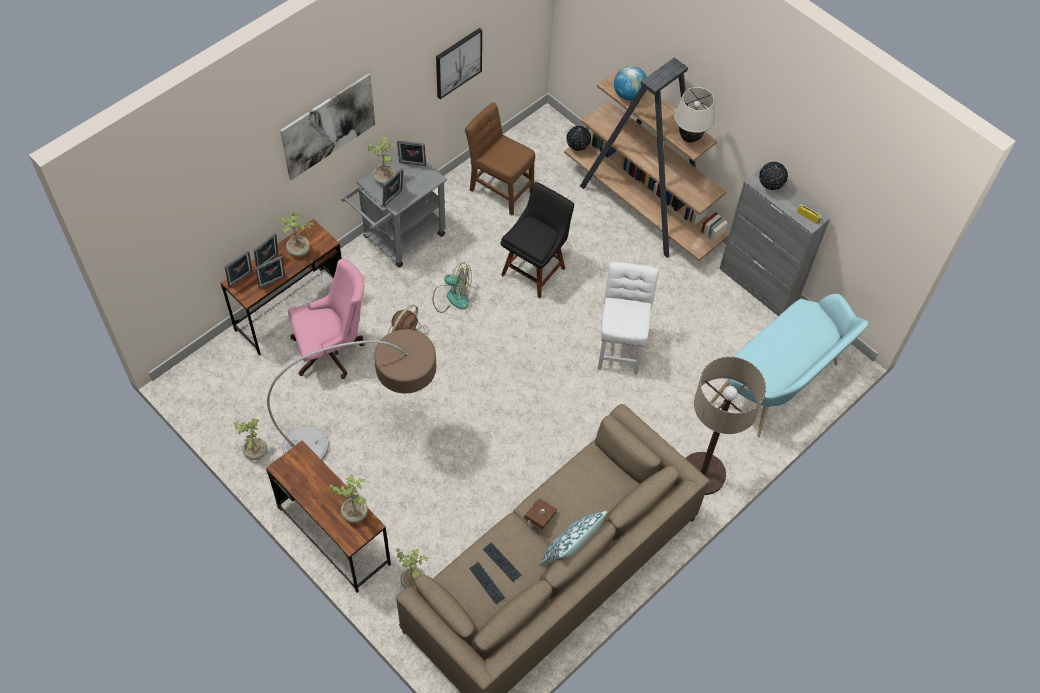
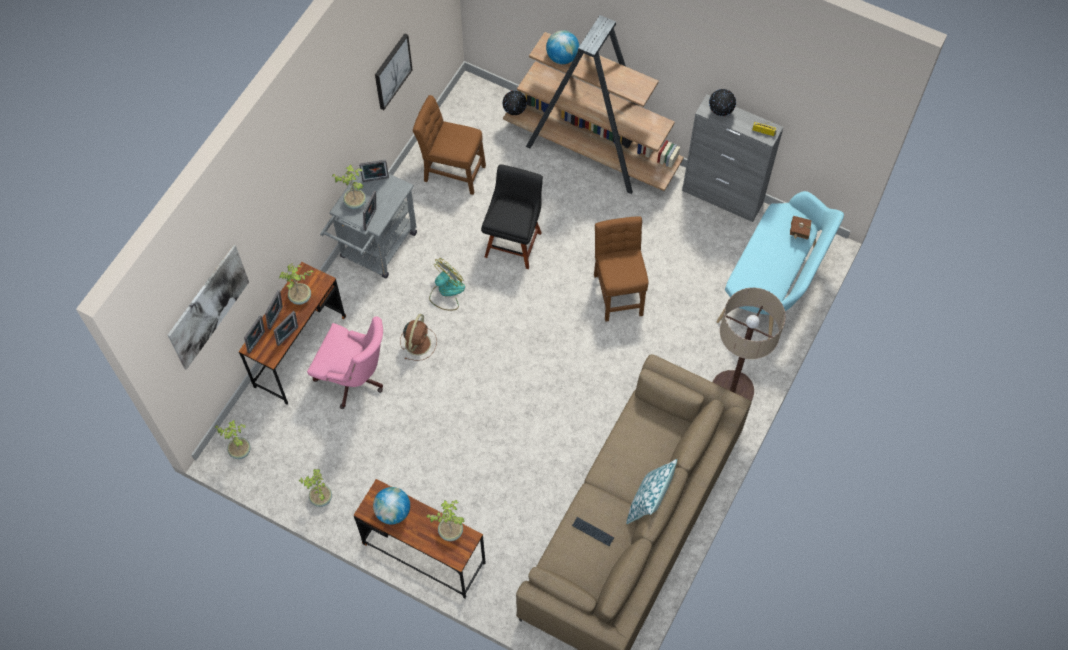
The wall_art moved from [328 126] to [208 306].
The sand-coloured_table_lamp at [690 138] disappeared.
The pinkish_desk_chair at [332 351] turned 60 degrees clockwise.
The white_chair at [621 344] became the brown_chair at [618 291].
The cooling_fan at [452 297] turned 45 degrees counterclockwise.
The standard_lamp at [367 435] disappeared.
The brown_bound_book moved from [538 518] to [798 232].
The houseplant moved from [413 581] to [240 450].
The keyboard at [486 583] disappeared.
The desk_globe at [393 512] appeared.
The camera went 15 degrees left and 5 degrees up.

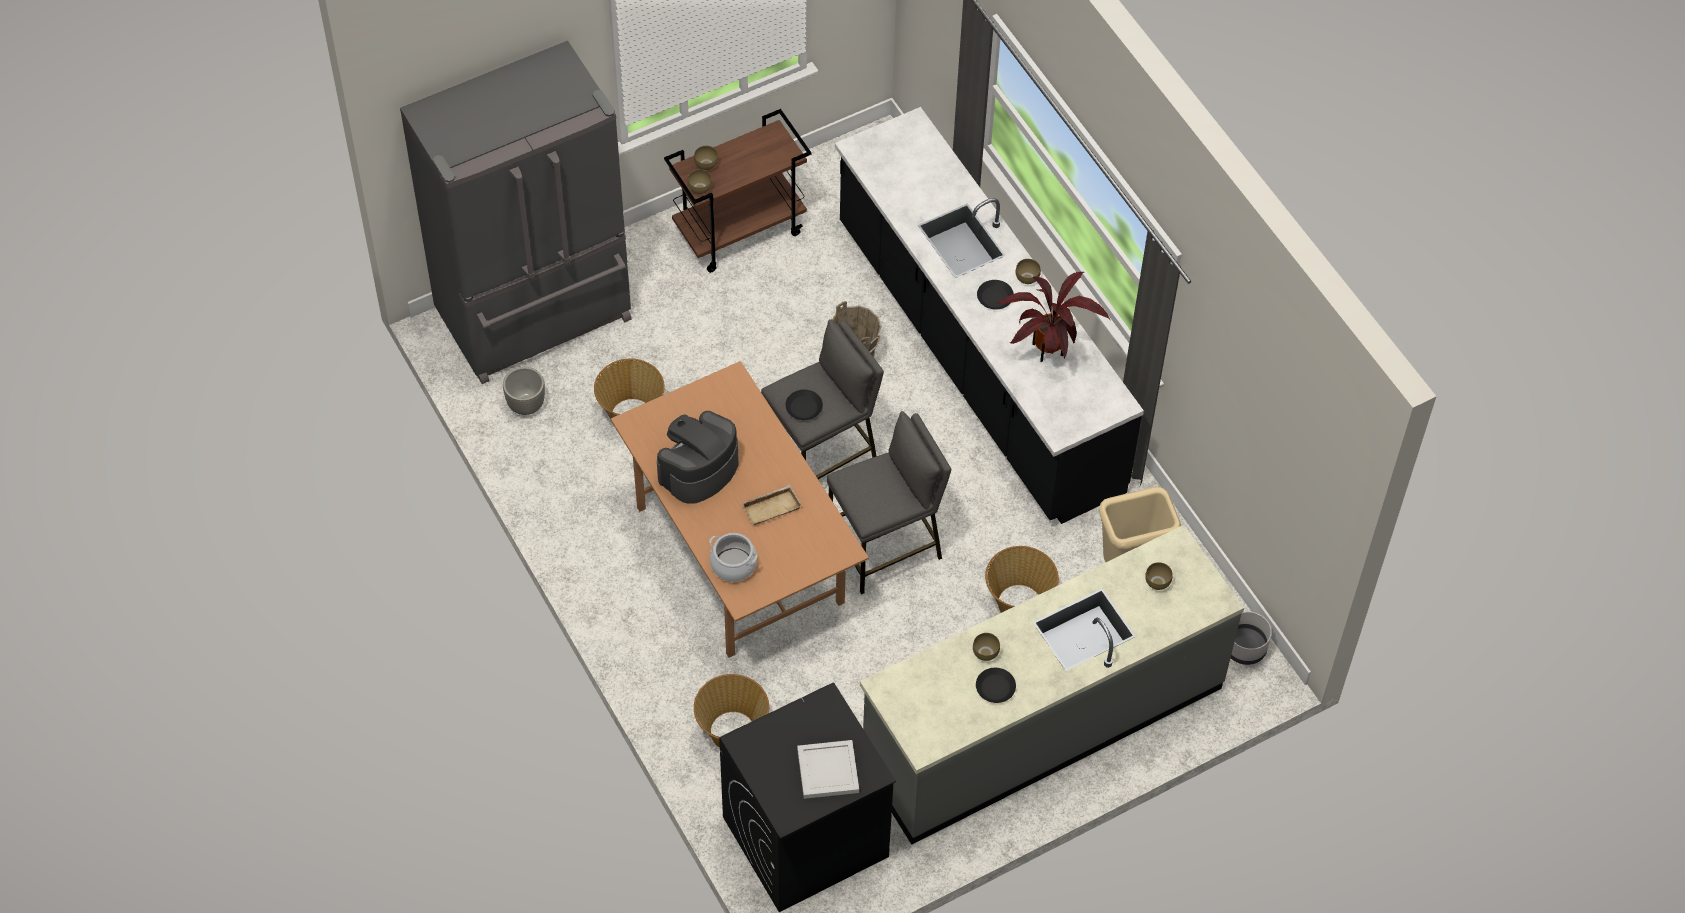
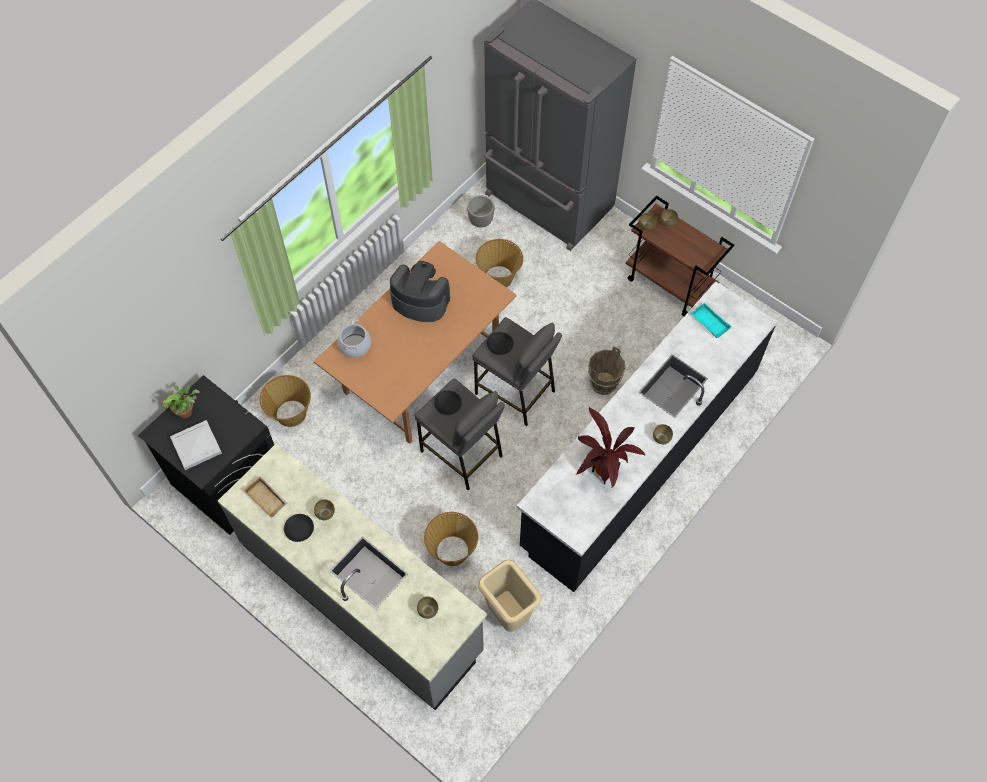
The black-coloured_dinner_plate moved from [995 297] to [448 404].
The sand-coloured_tray moved from [771 506] to [267 498].
The grey_planter at [1245 648] disappeared.
The turquoise_tray at [708 323] appeared.
The houseplant at [187 411] appeared.
The camera went 70 degrees right and 5 degrees up.

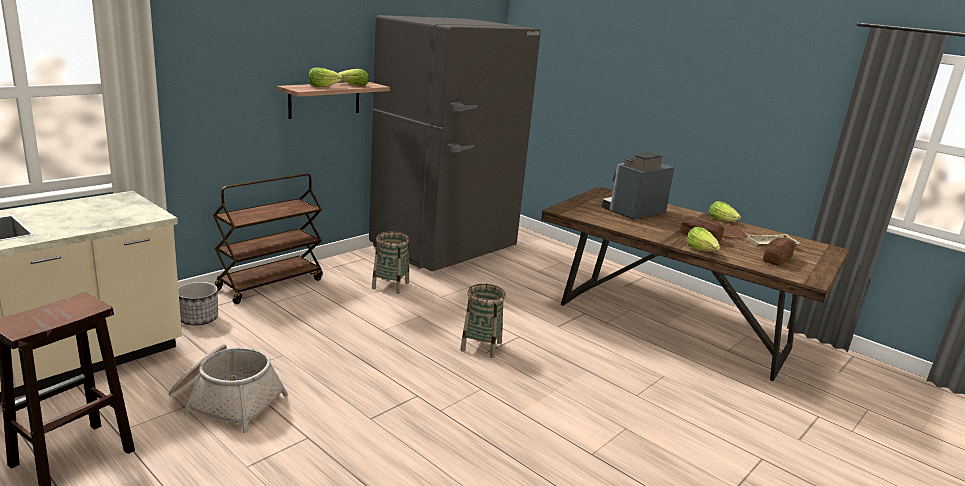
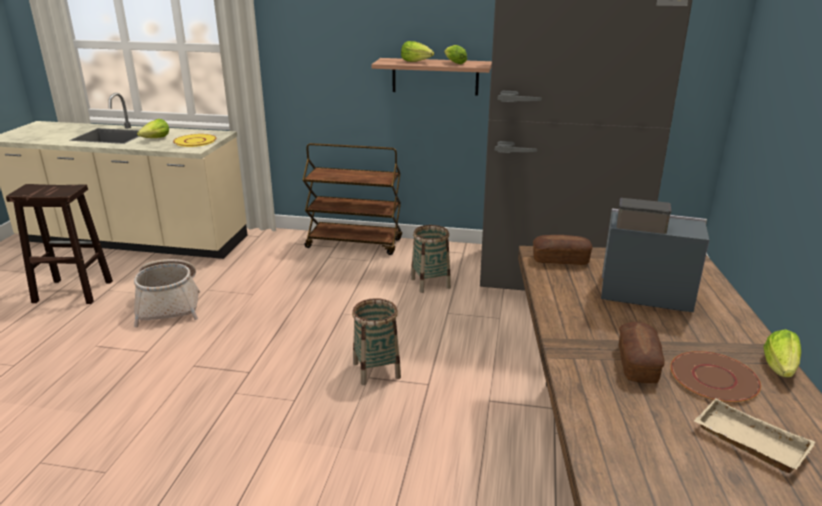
The lettuce moved from [701 250] to [156 139].
The bread moved from [777 259] to [560 260].
The planter at [198 319] disappeared.
The yellow_dinner_plate at [195 141] appeared.
The camera went 60 degrees right and 5 degrees up.

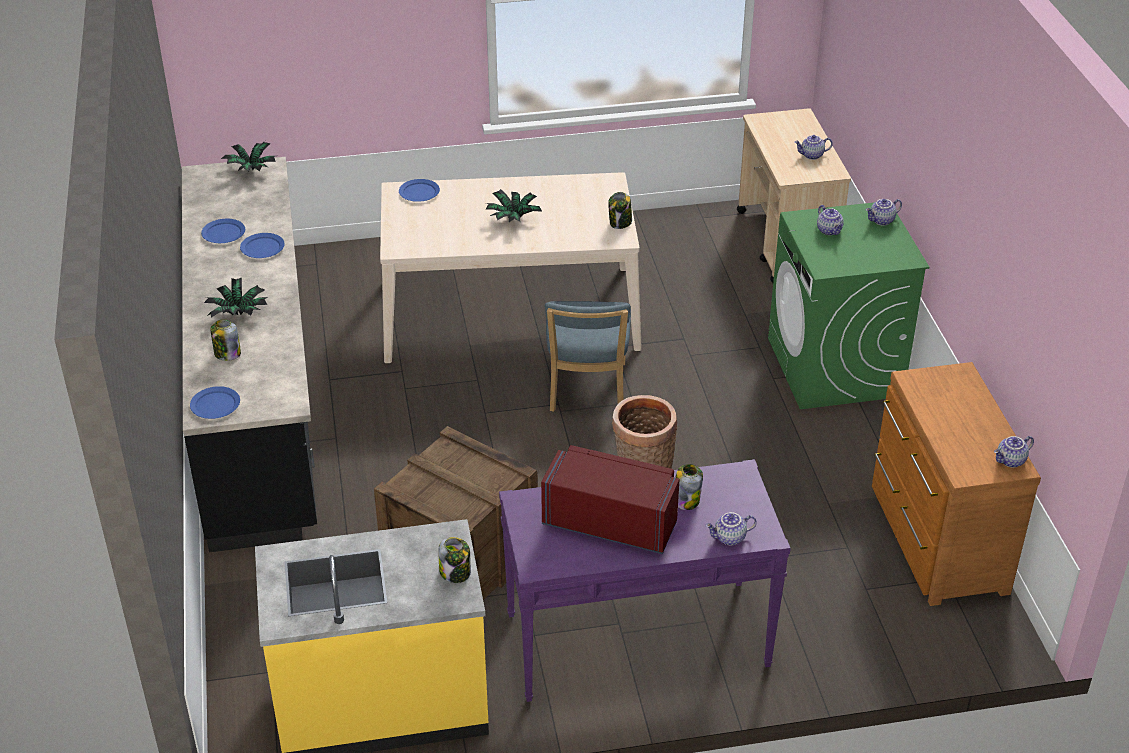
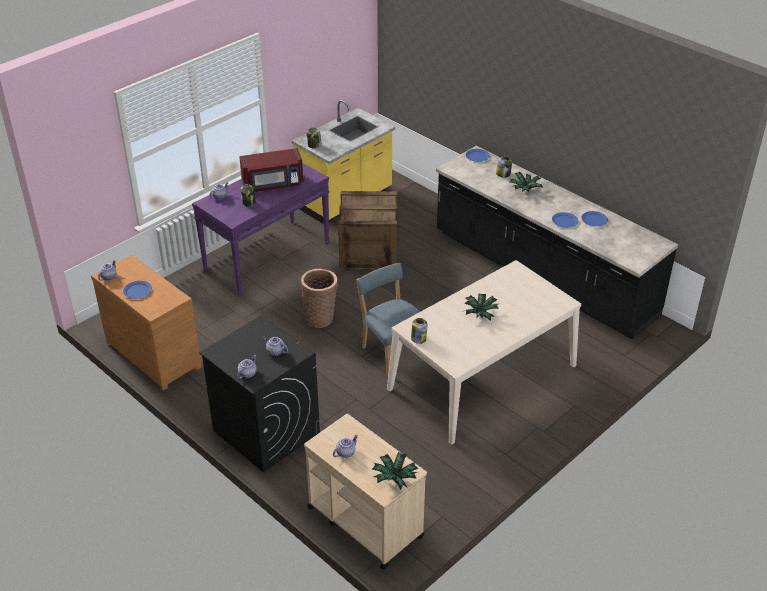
The houseplant moved from [251 170] to [394 478].
The bluish_dinner_plate moved from [419 192] to [137 291].
The greenish_washing_machine at [835 368] became the black-coloured_washing_machine at [265 431].
The camera went 145 degrees right and 0 degrees up.

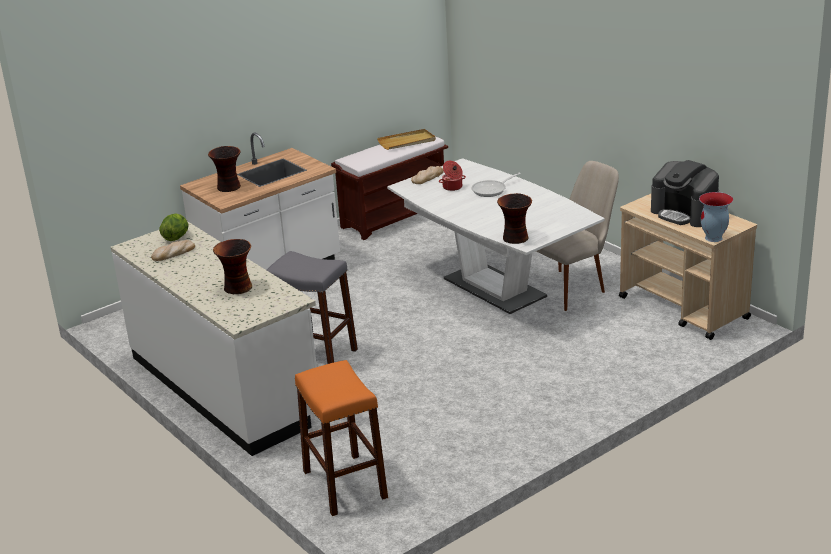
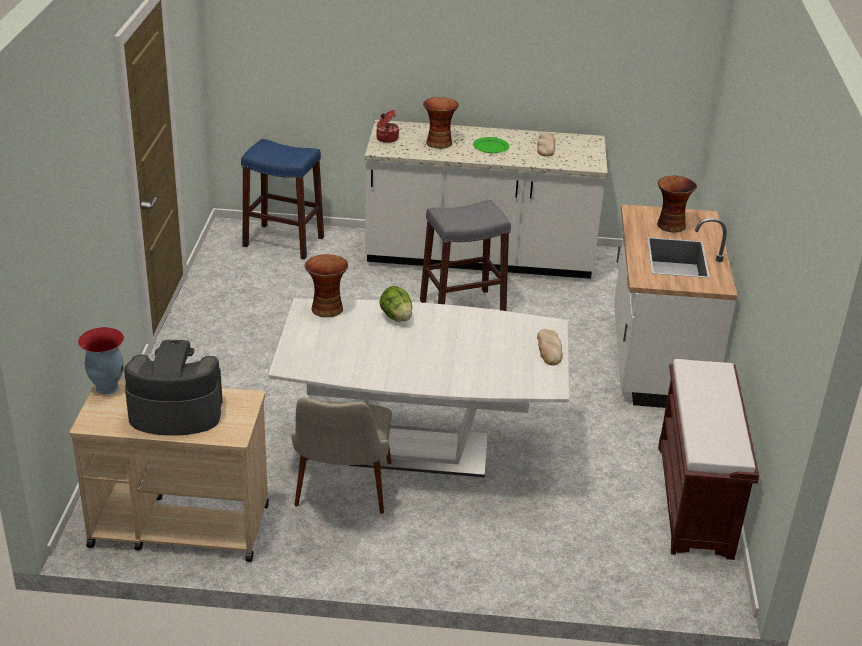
The sand-coloured_tray at [407 142] disappeared.
The cooking_pot moved from [452 187] to [386 138].
The pan at [491 190] disappeared.
The lettuce moved from [176 237] to [396 317].
The orange-coloured_stool at [345 484] became the bluish_stool at [283 242].
The greenish_dinner_plate at [490 147] appeared.
The camera went 130 degrees right and 5 degrees up.

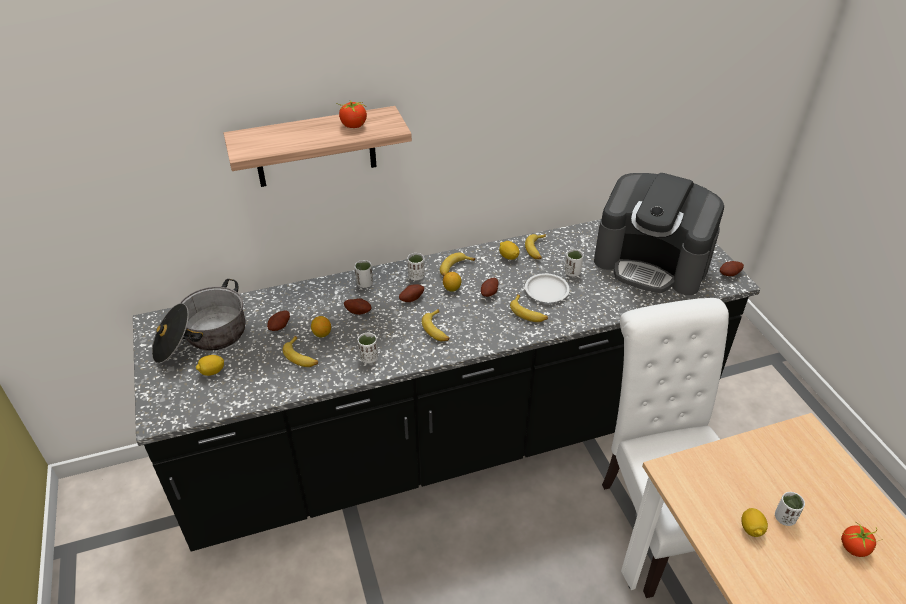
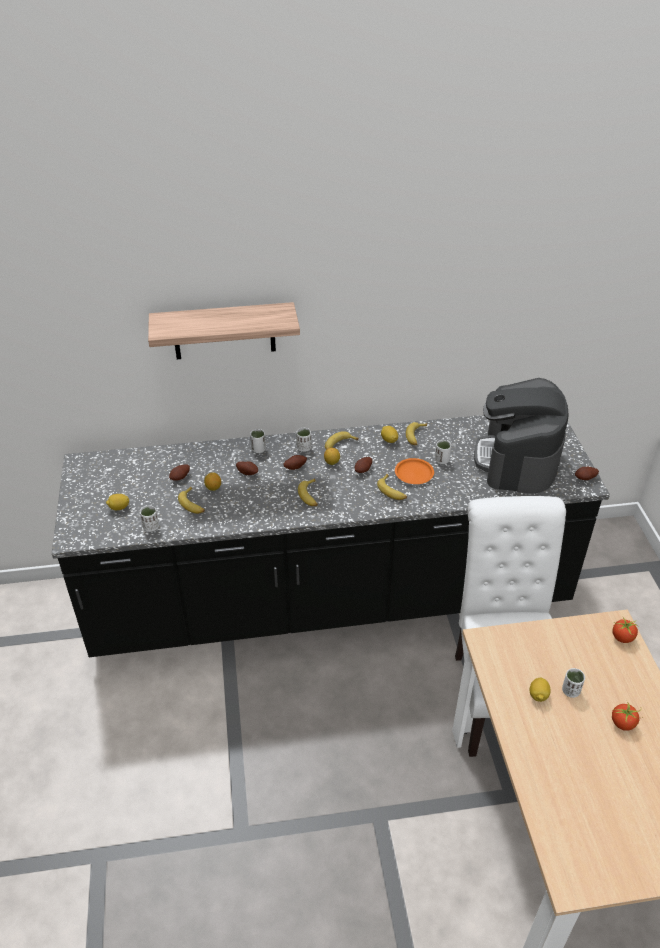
The tomato moved from [353 126] to [622 637].
The coffee_machine at [652 263] turned 60 degrees clockwise.
The white_dinner_plate at [547 291] became the orange-coloured_dinner_plate at [414 474].
The cooking_pot at [202 338] disappeared.
The white_small_cup moved from [369 358] to [151 527].
The camera went 10 degrees right and 0 degrees up.

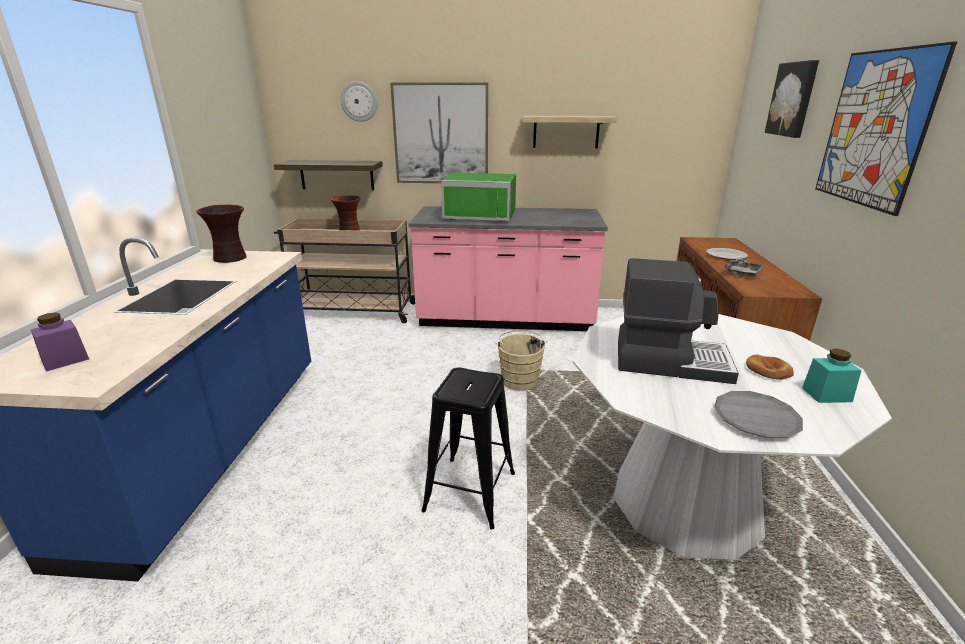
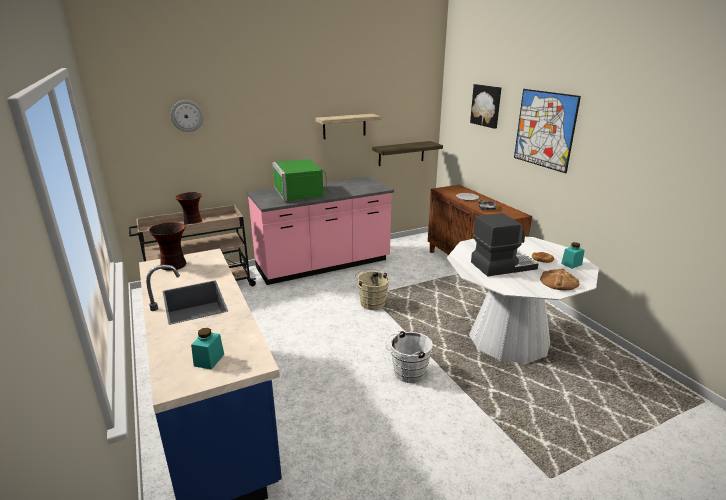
The wall_art at [441 134] disappeared.
The shelf moved from [336 175] to [401 153].
The greenish_kitchen_microwave at [481 215] turned 90 degrees clockwise.
The purple-coloured_jar at [65 360] became the turquoise_jar at [209 360].
The black-coloured_stool at [470 491] was replaced by the white_bucket at [407 373].
The grey_dinner_plate at [755 419] was replaced by the bread at [558 282].
The camera went 30 degrees left and 0 degrees up.

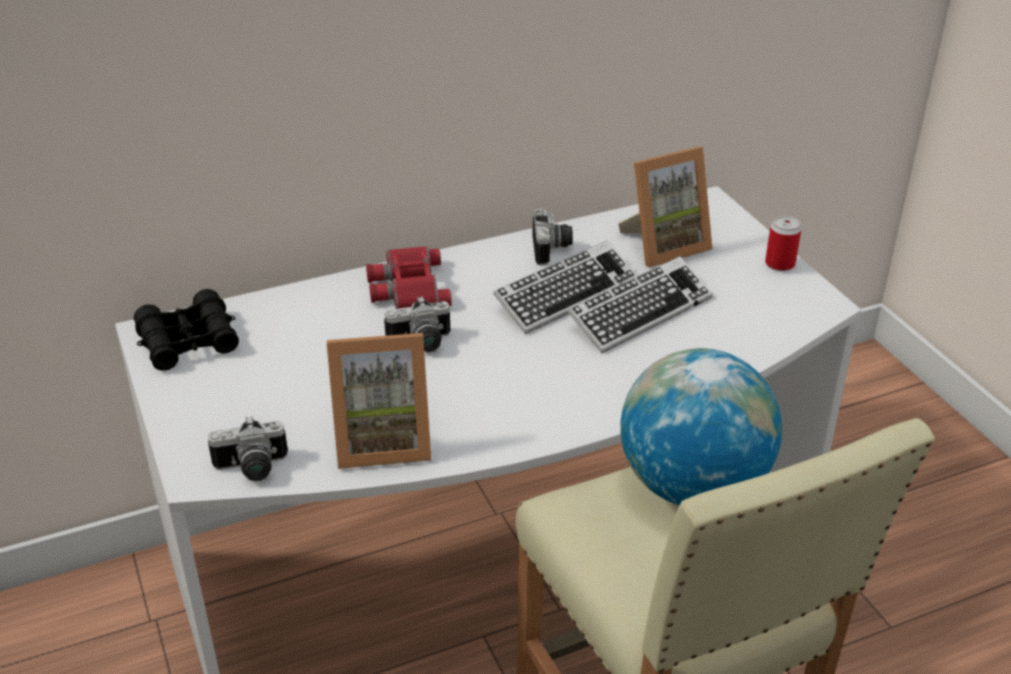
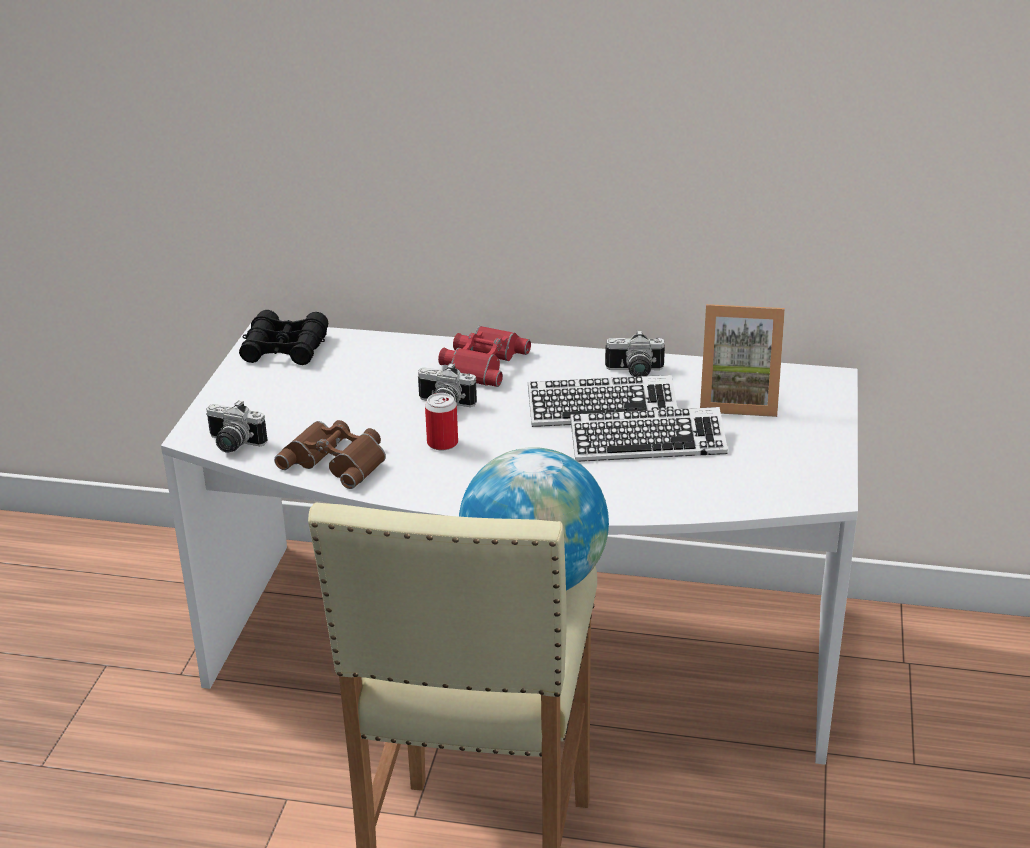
The photo_camera at [552 249] turned 60 degrees clockwise.
The can moved from [780 264] to [442 443].
The photo_frame at [382 441] was replaced by the brown_pair_of_binoculars at [337 460].
The camera went 35 degrees right and 5 degrees down.

